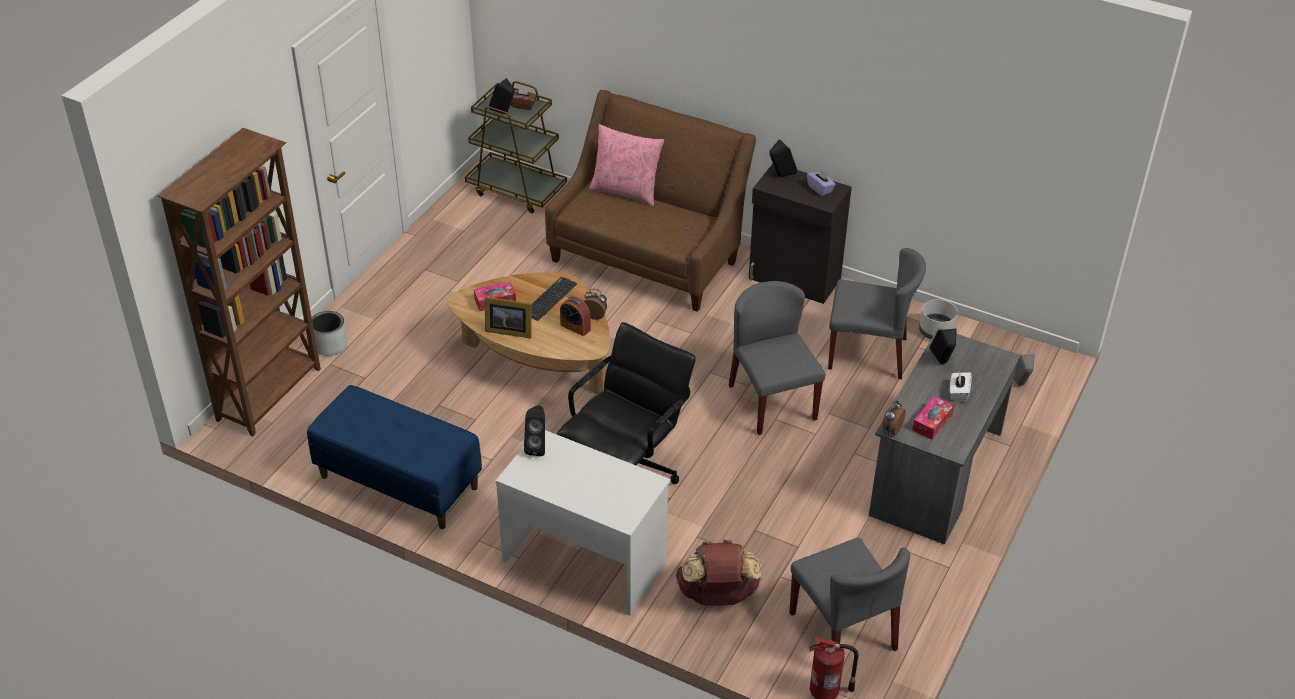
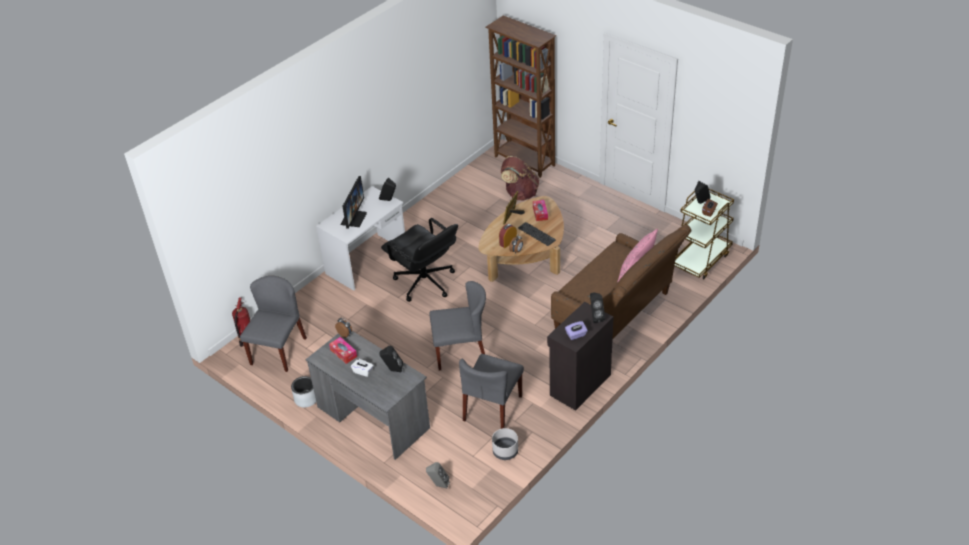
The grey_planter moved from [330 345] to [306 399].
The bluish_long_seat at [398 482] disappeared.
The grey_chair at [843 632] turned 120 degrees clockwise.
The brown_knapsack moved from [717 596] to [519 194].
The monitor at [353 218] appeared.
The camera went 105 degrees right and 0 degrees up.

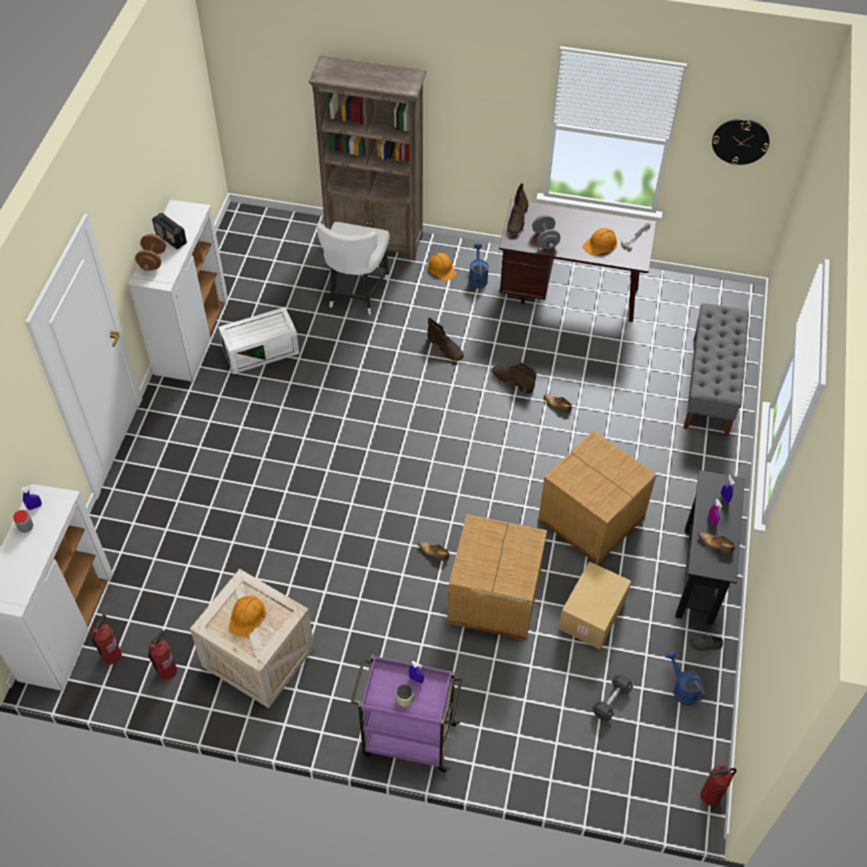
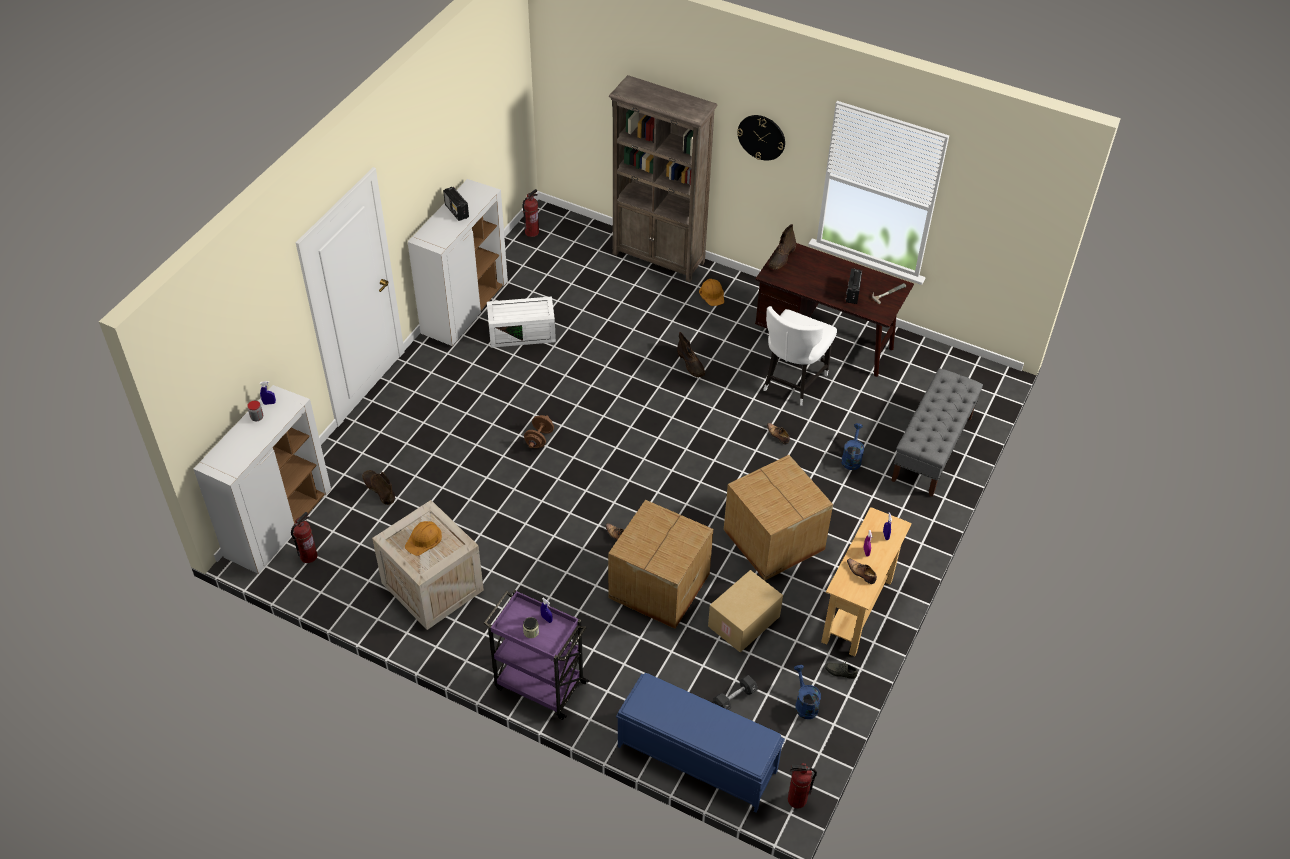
The wall_clock moved from [740 141] to [761 137].
The grey_dumbbell at [545 240] disappeared.
The white_chair moved from [356 293] to [792 382].
The orange-coloured_hard_hat at [600 244] was replaced by the radio_receiver at [852 293].
The brown_dumbbell moved from [153 261] to [539 439].
The bluish_sprinkling_can moved from [477 277] to [851 458].
The brown_high-top_boot moved from [512 380] to [378 489].
The black-coloured_narrow_table at [698 574] became the sand-coloured_narrow_table at [857 610].
The fire-fighting_cylinder moved from [167 670] to [531 232].
The bluish_long_seat at [696 758] appeared.
The camera went 15 degrees right and 5 degrees down.

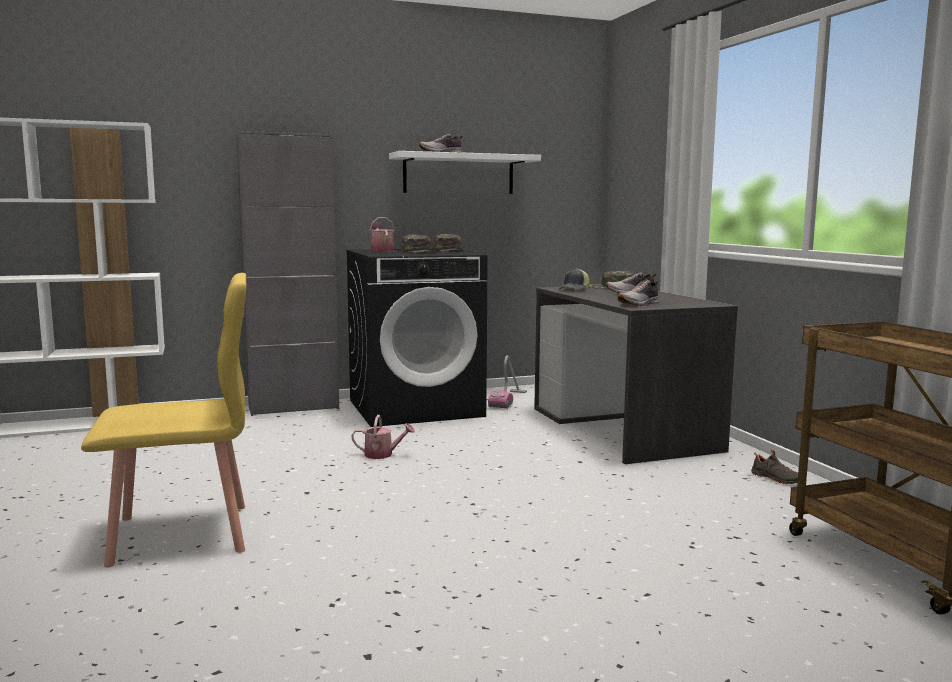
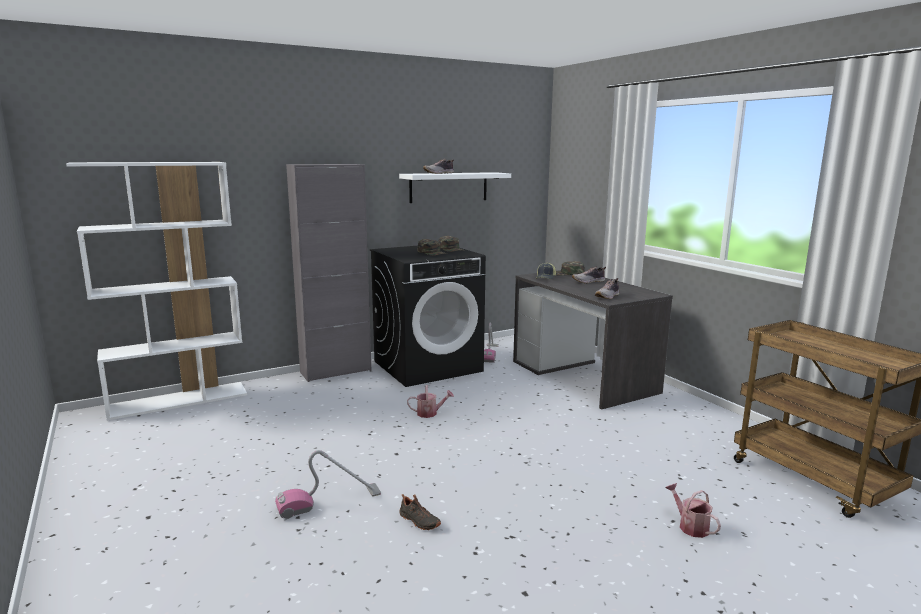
The sprinkling_can moved from [381 250] to [690 526].
The yellow_chair at [182 534] was replaced by the vacuum_cleaner at [329 501].
The black-coloured_shoe moved from [776 479] to [418 521].
The camera went 10 degrees left and 5 degrees up.

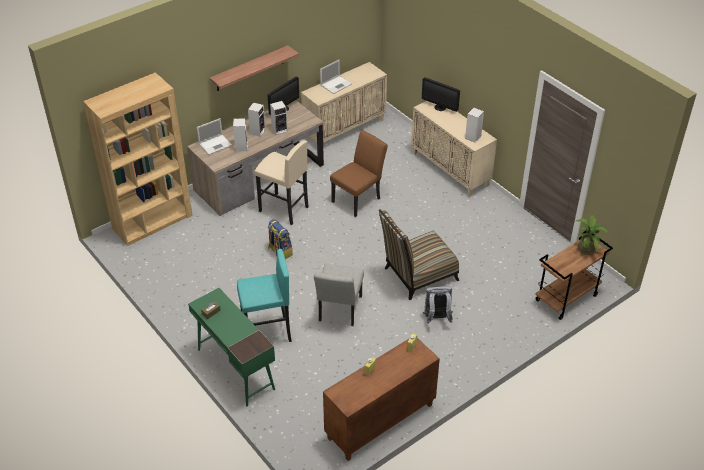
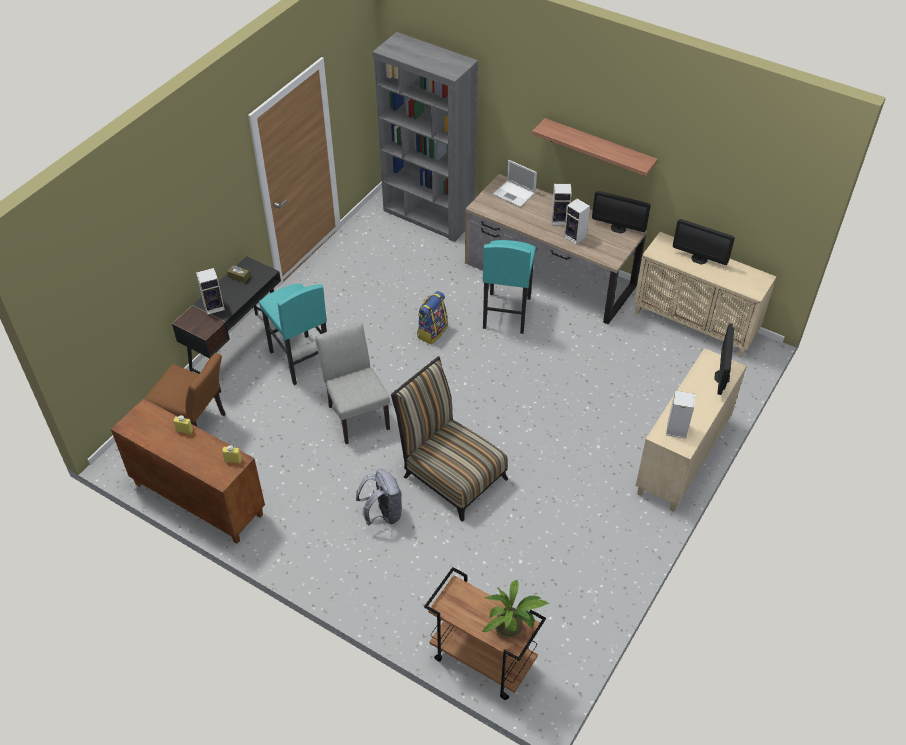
The laptop at [336 84] was replaced by the monitor at [699 259].
The brown_bookshelf at [153 222] became the grey_bookshelf at [428 216].
The audio_speaker moved from [241 146] to [214 306].
The brown_chair moved from [359 198] to [196 424].
The sand-coloured_stool at [283 209] became the turquoise_stool at [506 313].
The grey_chair at [339 311] turned 75 degrees clockwise.
The greenish_desk_table at [235 368] became the black-coloured_desk_table at [239 351].
The camera went 70 degrees right and 5 degrees up.

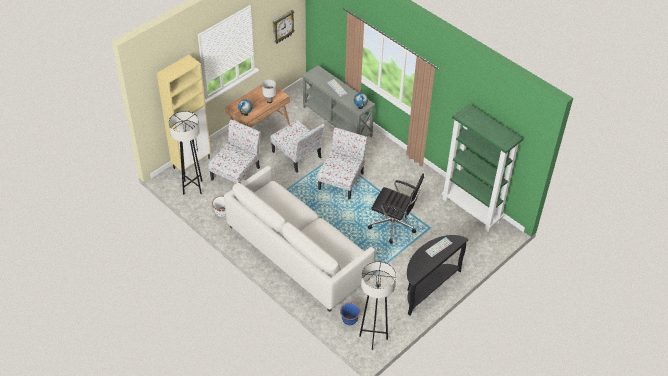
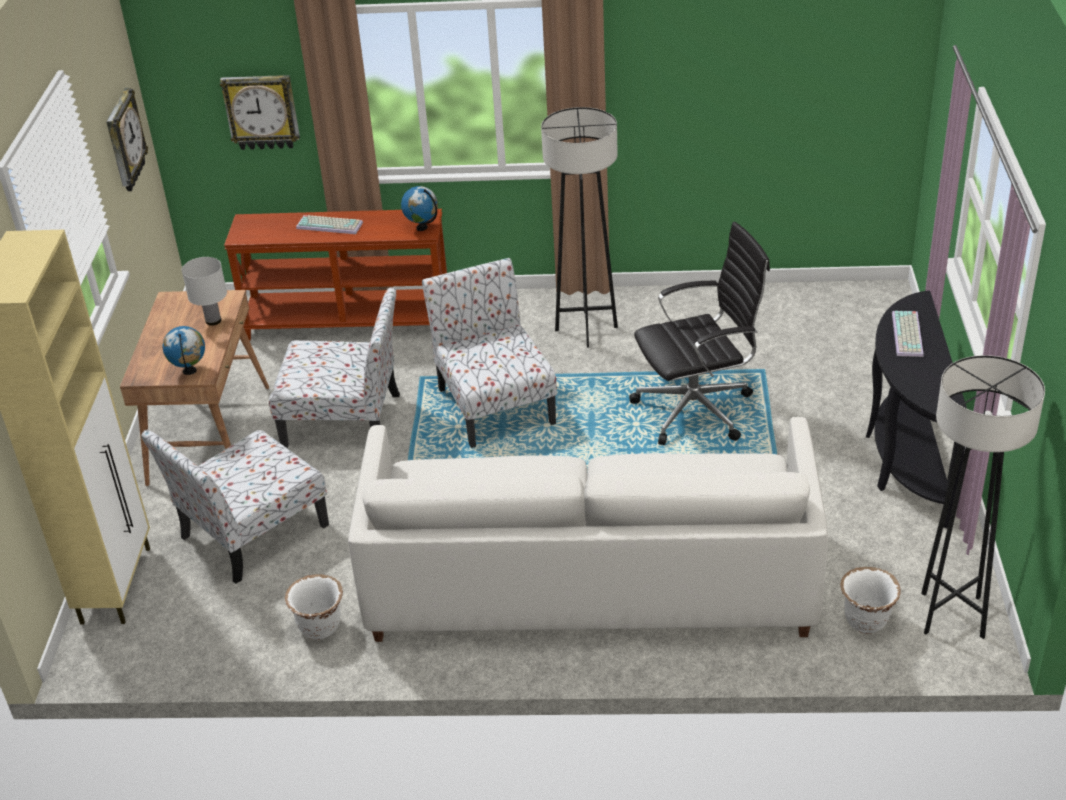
The grey_narrow_table at [337 121] became the brown_narrow_table at [350 322].
The greenish_bookshelf at [472 210] disappeared.
The grey_standard_lamp moved from [192 187] to [586 329].
The chair at [236 173] turned 120 degrees counterclockwise.
The bluish_planter at [349 320] became the white_planter at [866 621].
The wall_clock at [261 111] appeared.
The camera went 40 degrees left and 10 degrees down.

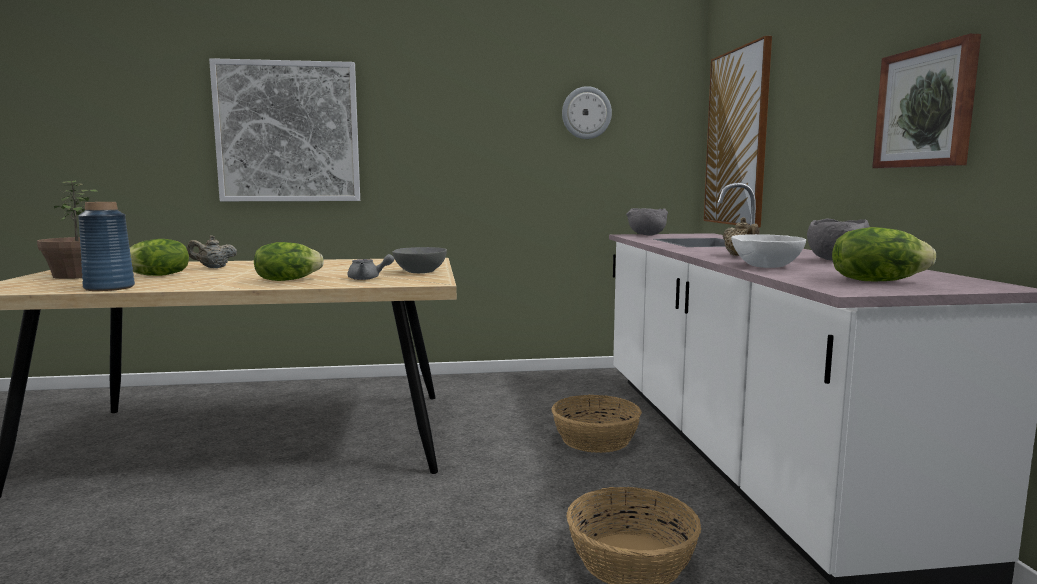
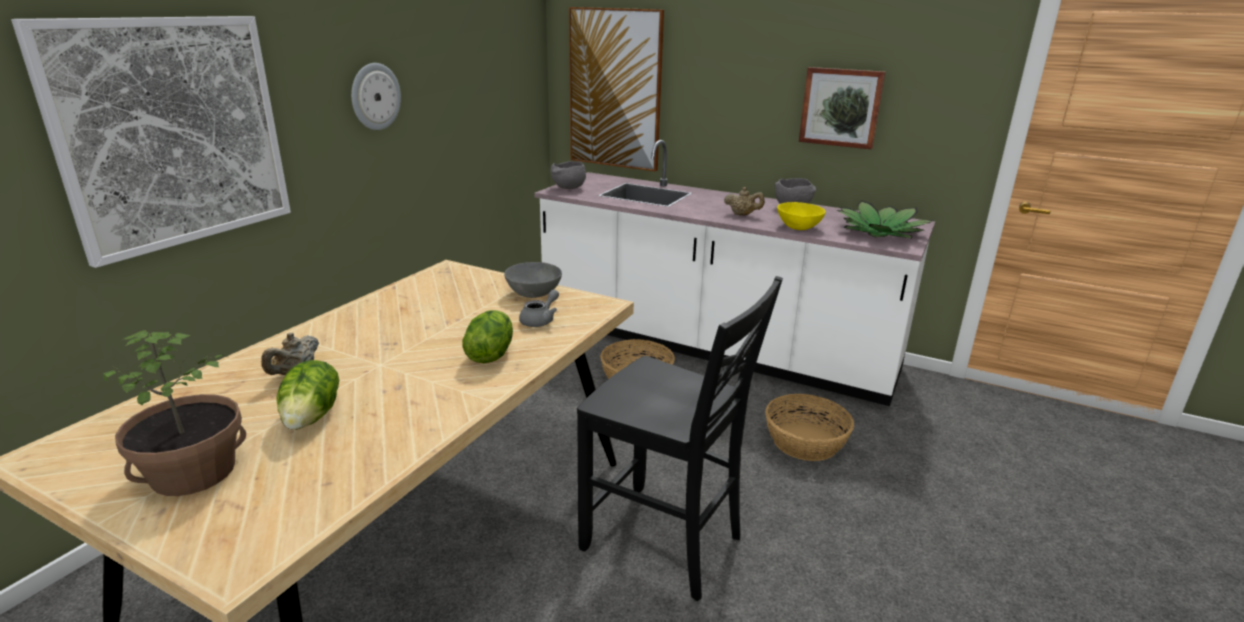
The wall_clock moved from [586 113] to [375 96].
The bluish_decorative_vase at [109 288] disappeared.
The lettuce at [876 281] was replaced by the houseplant at [880 232].
The white_bowl at [766 266] became the yellow_bowl at [799 227].
The black-coloured_chair at [665 543] appeared.
The camera went 55 degrees left and 15 degrees up.

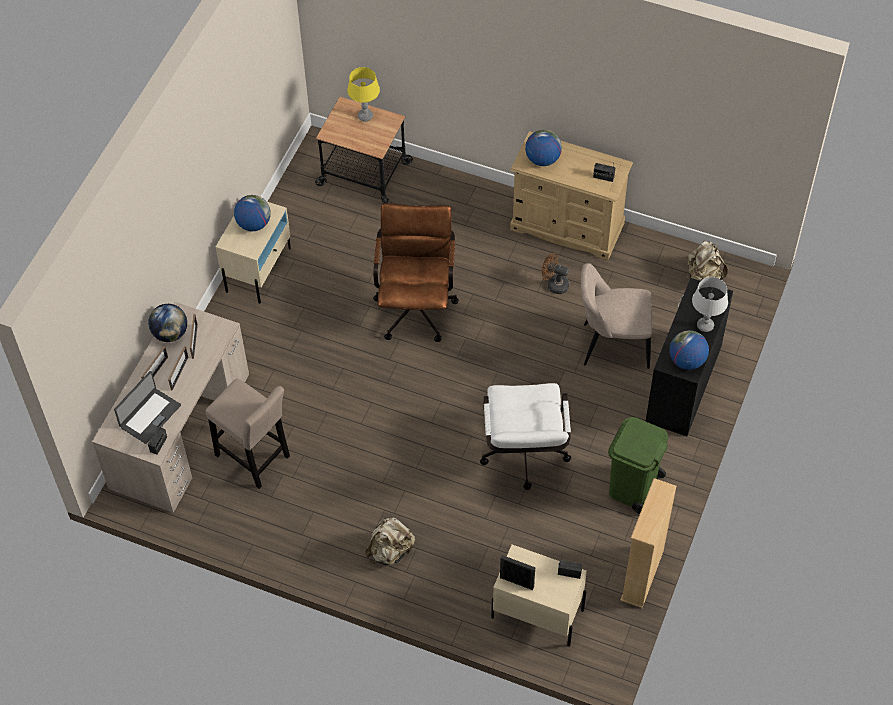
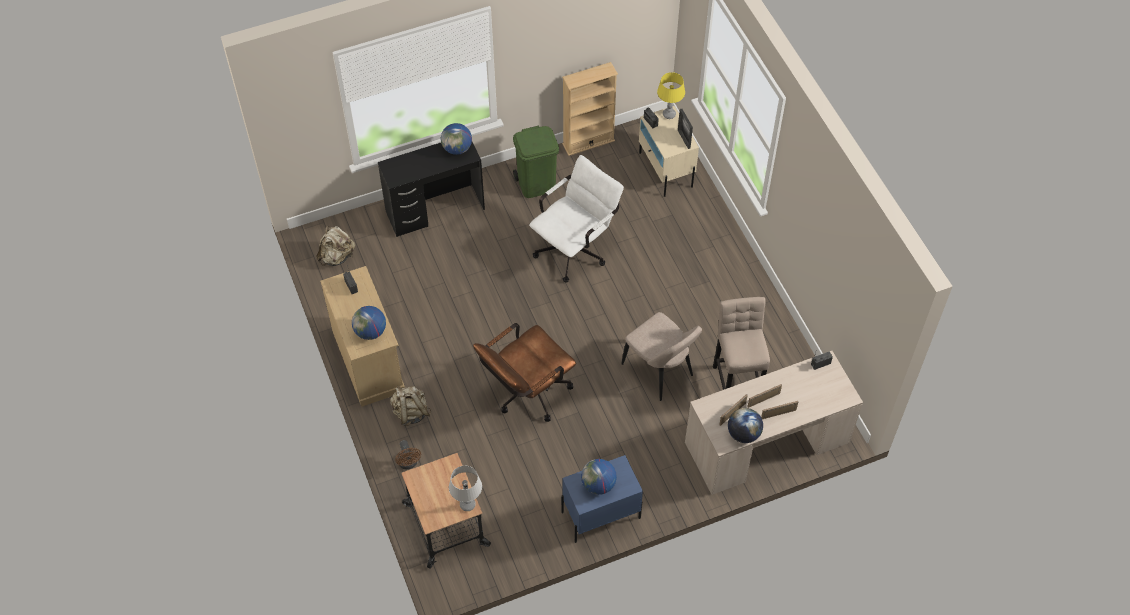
The yellow_table_lamp moved from [365 116] to [669 114].
The sand-coloured_nightstand at [258 269] became the bluish_nightstand at [600 515].
The brown_cooling_fan moved from [554 284] to [408 463].
The sand-coloured_chair moved from [612 345] to [659 372].
The grey_table_lamp moved from [705 325] to [467 505].
The laptop at [149 415] disappeared.
The sand-coloured_knapsack moved from [390 551] to [411 412].
The camera went 135 degrees left and 0 degrees up.

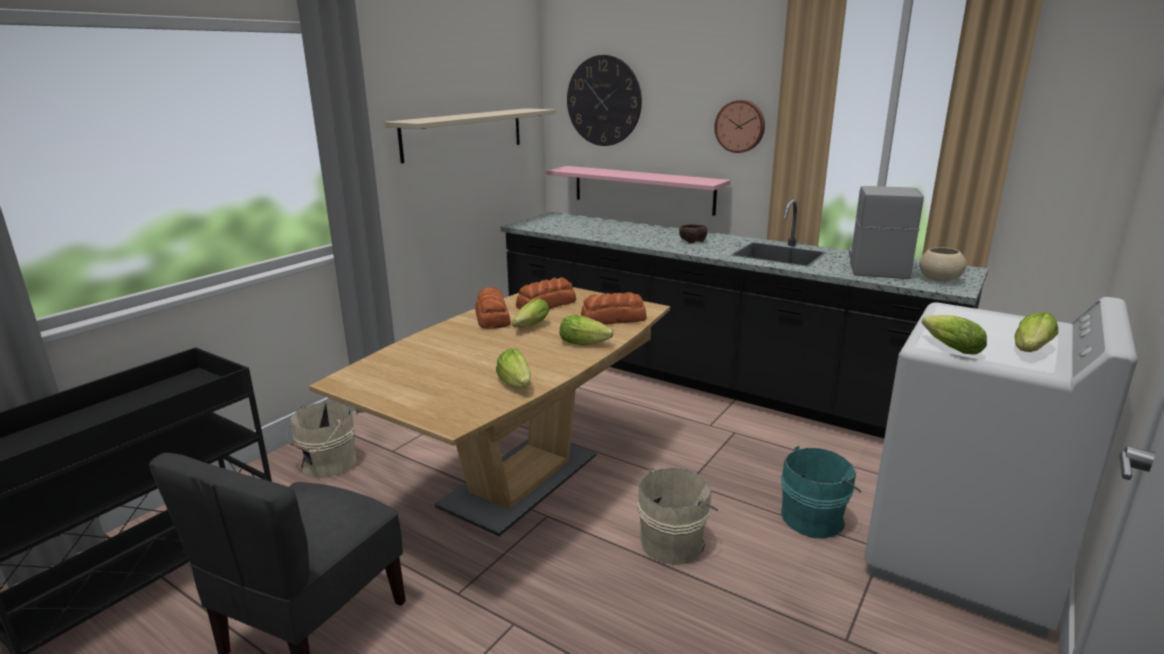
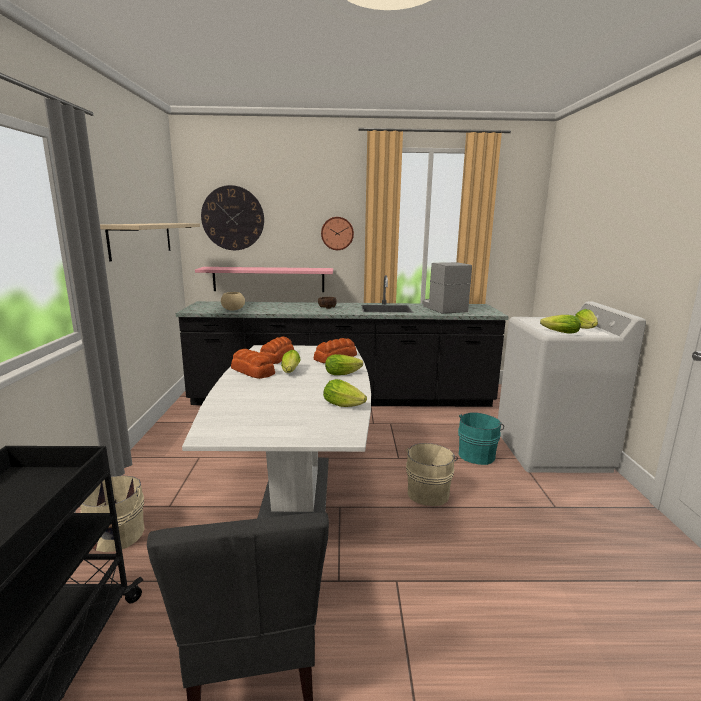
The sand-coloured_bowl moved from [938 279] to [233 309].
The brown_dinner_table at [520 481] became the white_dinner_table at [296 492].
The camera went 35 degrees left and 5 degrees down.

